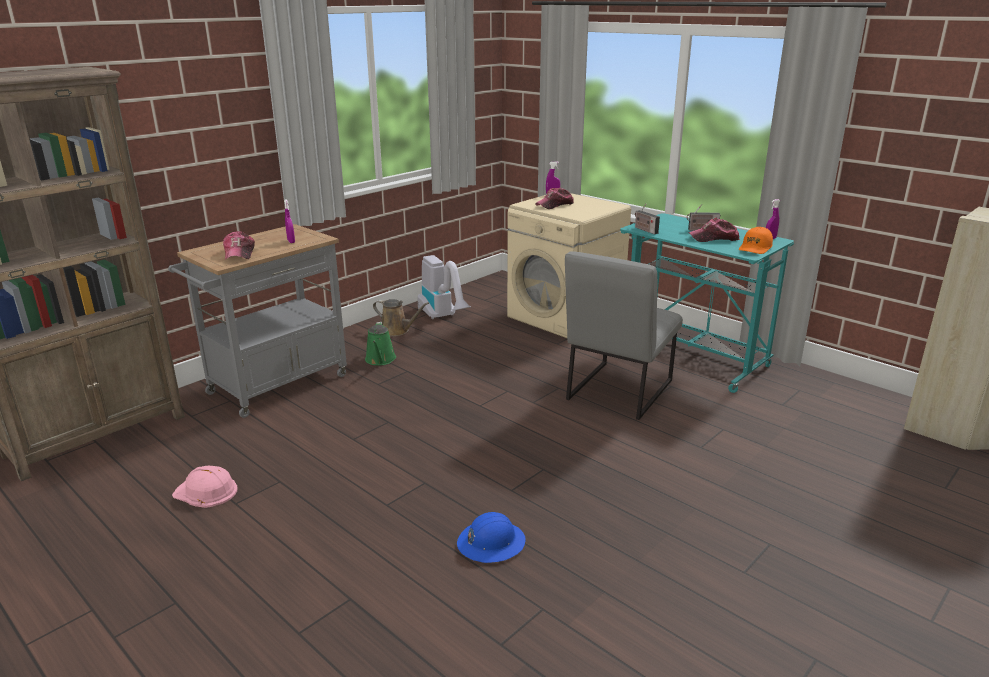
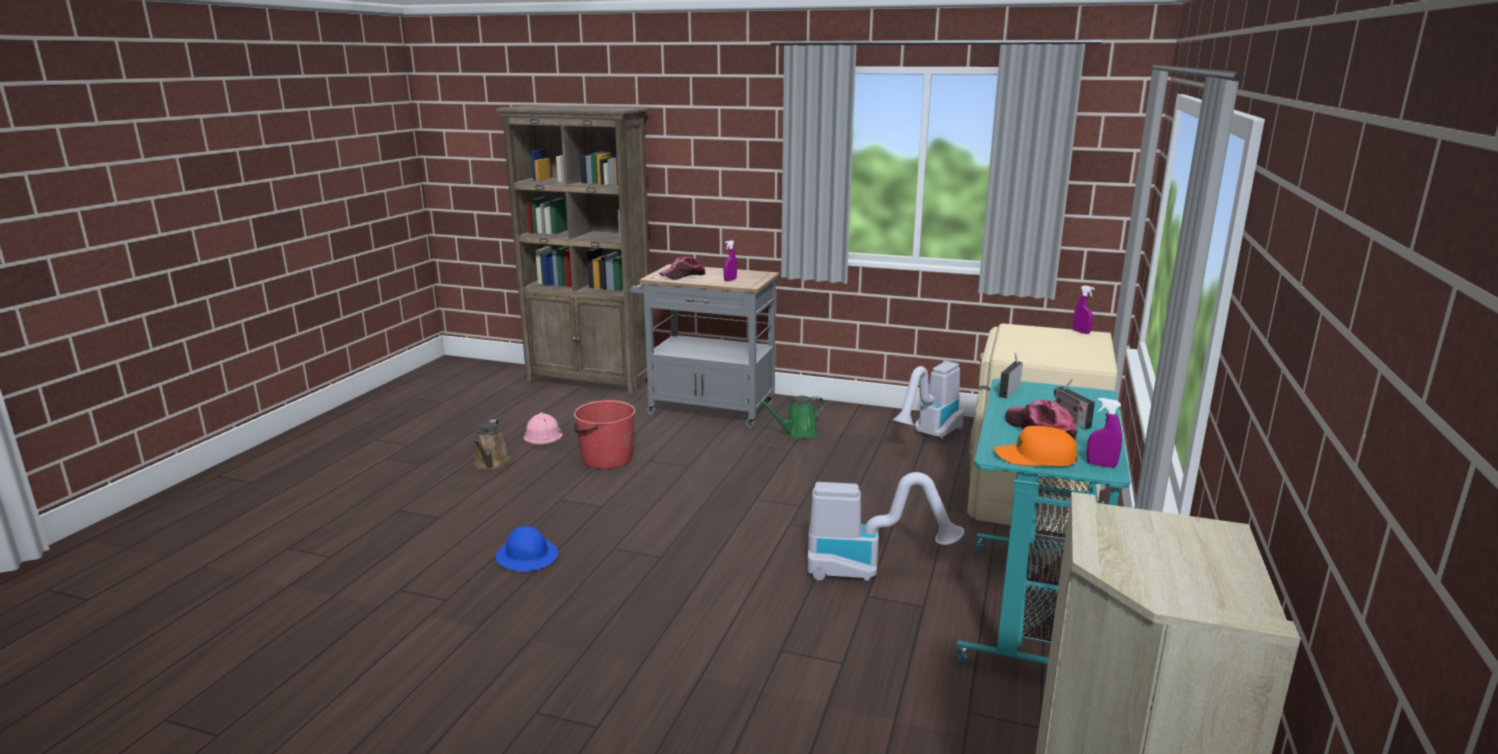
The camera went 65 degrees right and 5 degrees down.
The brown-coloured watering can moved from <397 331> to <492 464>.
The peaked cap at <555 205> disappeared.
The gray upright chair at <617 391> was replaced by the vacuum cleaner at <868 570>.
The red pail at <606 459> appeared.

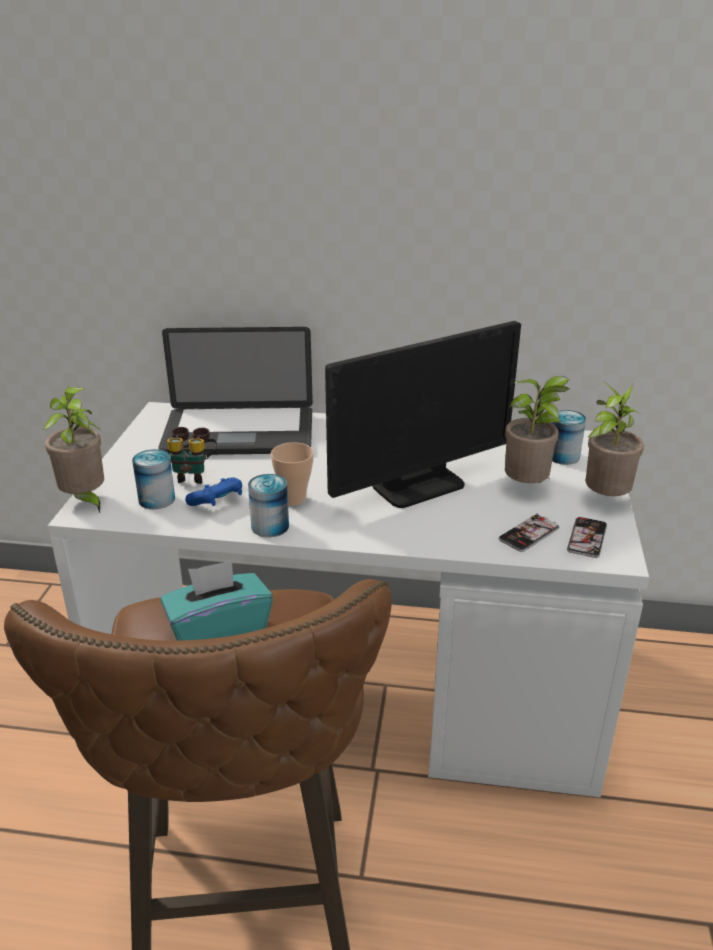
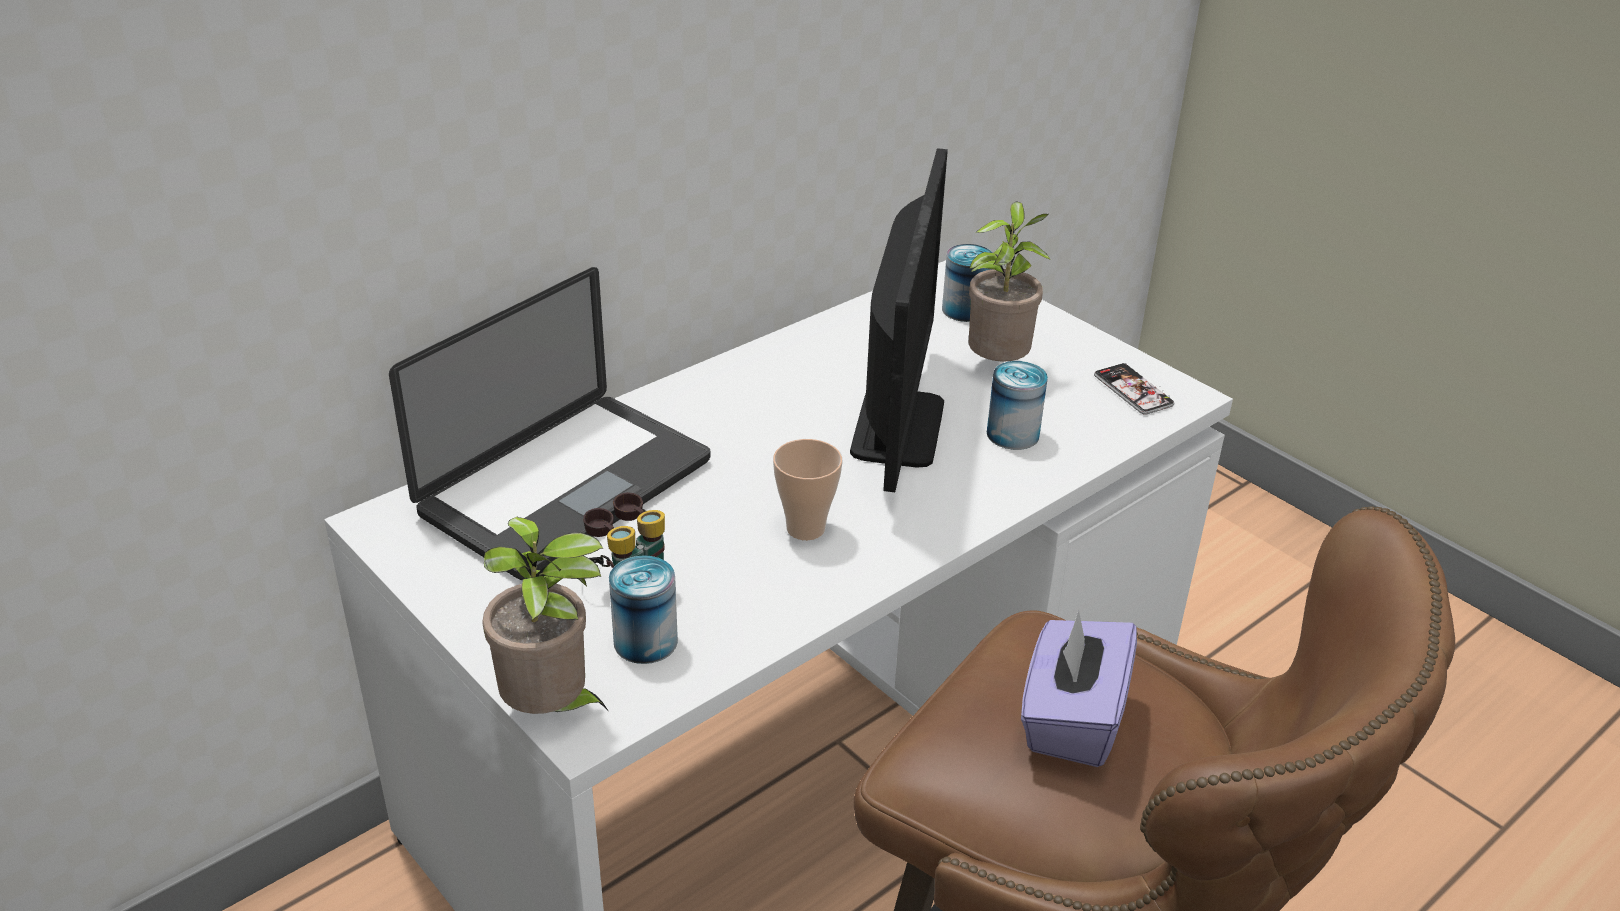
The camera went 50 degrees left and 5 degrees up.
The blue-green tissue holder at <219 632> became the purplish tissue holder at <1071 719>.
The bluish joypad at <217 502> disappeared.
The sealed can moved from <270 526> to <1012 434>.
The handset at <529 534> disappeared.
The potted plant at <604 499> disappeared.

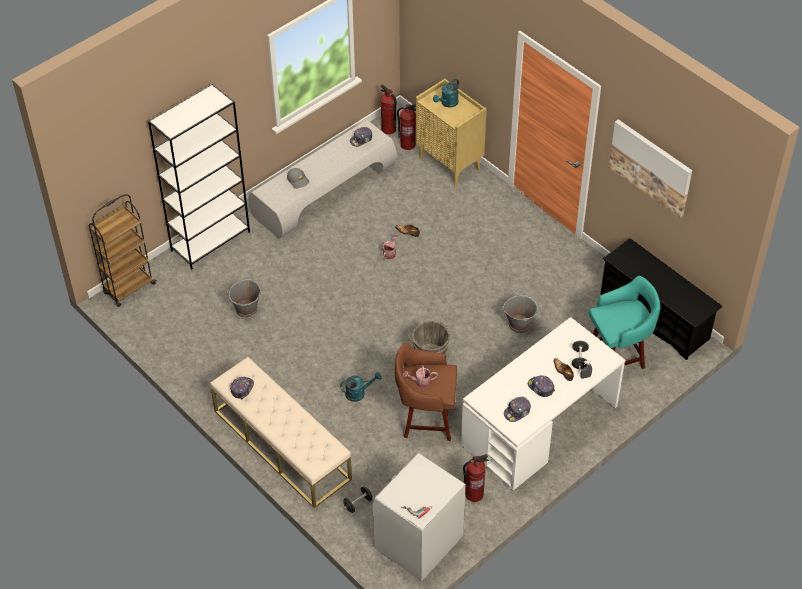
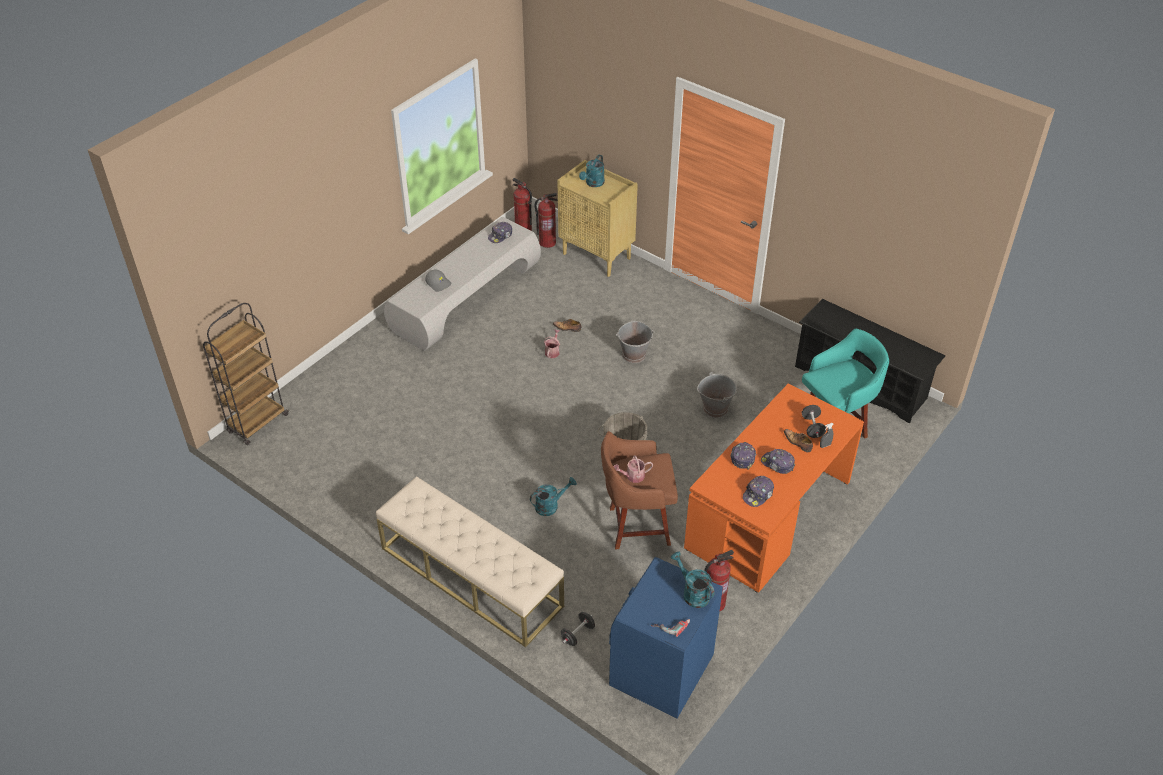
The camera went 10 degrees left and 5 degrees down.
The whitish bookshelf at <210 240> disappeared.
The gray pail moved from <247 309> to <634 355>.
The peaked cap moved from <242 388> to <743 457>.
The whitish laundry appliance at <417 540> became the bluish laundry appliance at <659 669>.
The whitish desk at <540 426> became the orangey desk at <769 515>.
The wall picture at <651 167> disappeared.
The blue-green watering can at <692 593> appeared.

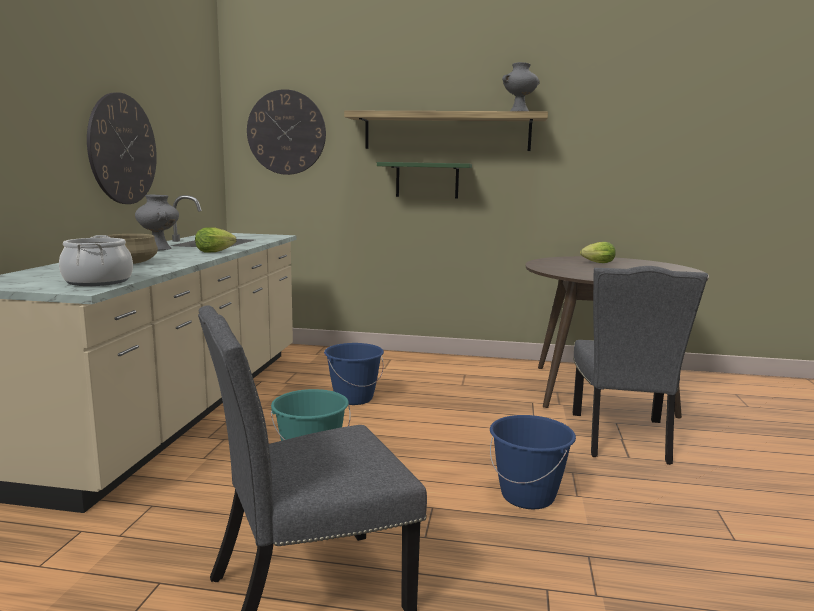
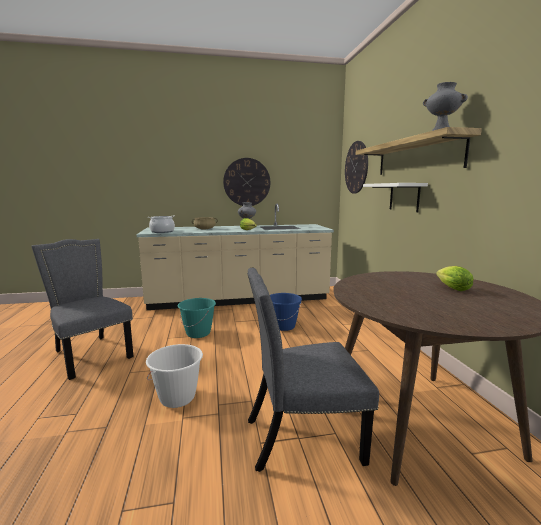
The camera went 70 degrees right and 0 degrees up.
The greenish bracket shelf at <427 180> became the whitish bracket shelf at <404 197>.
The bluish pail at <528 496> became the whitish pail at <177 398>.

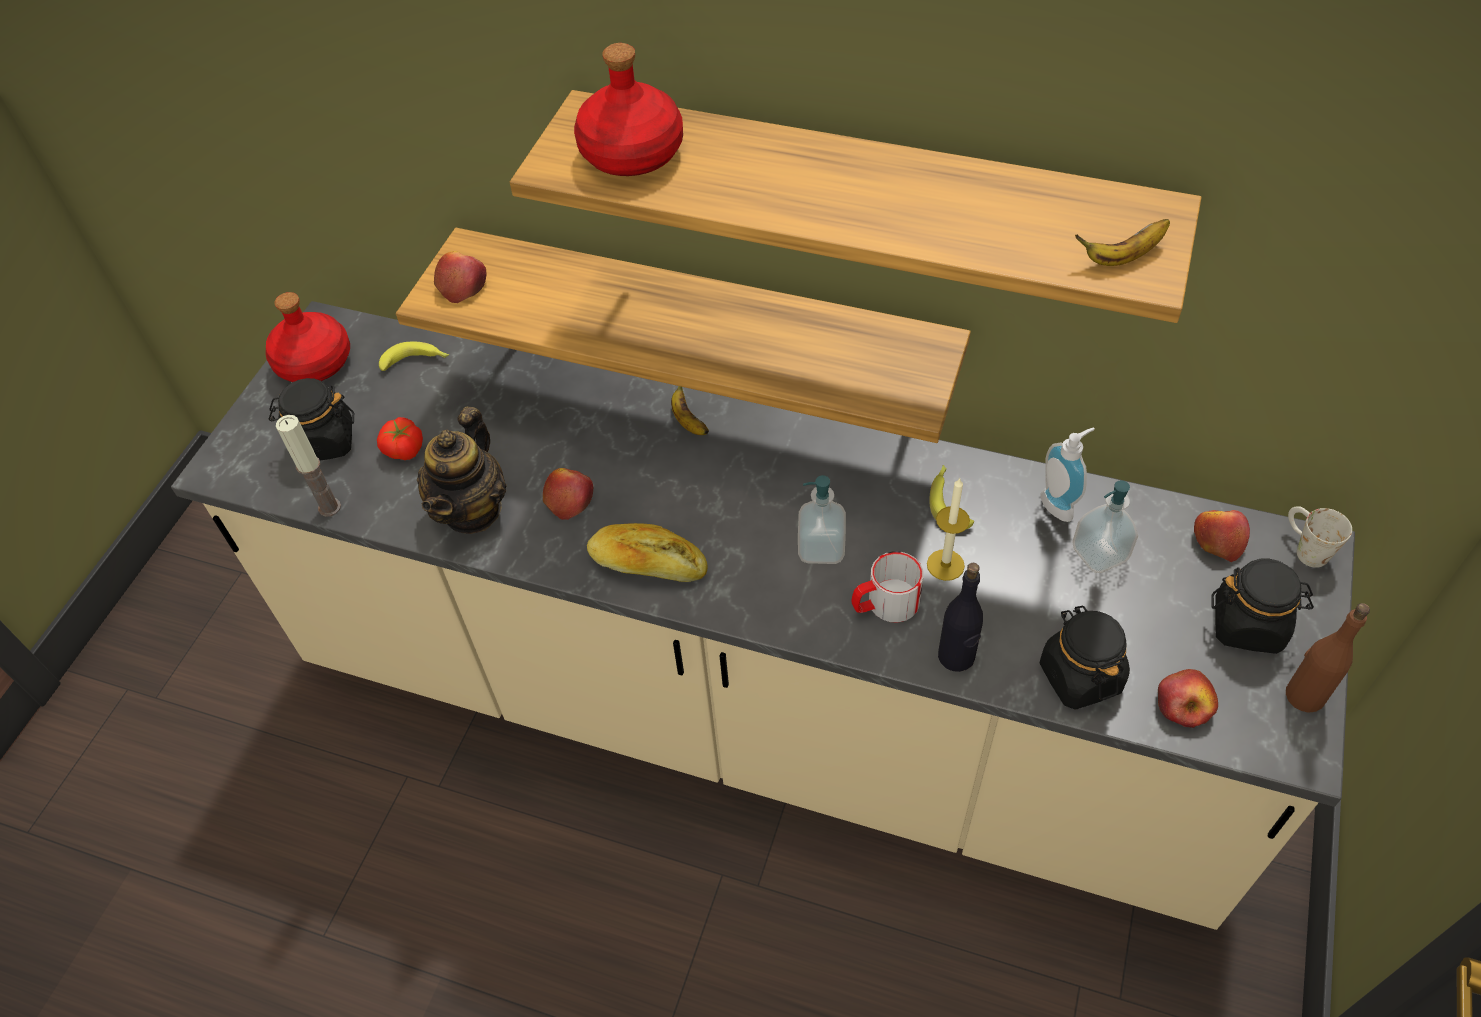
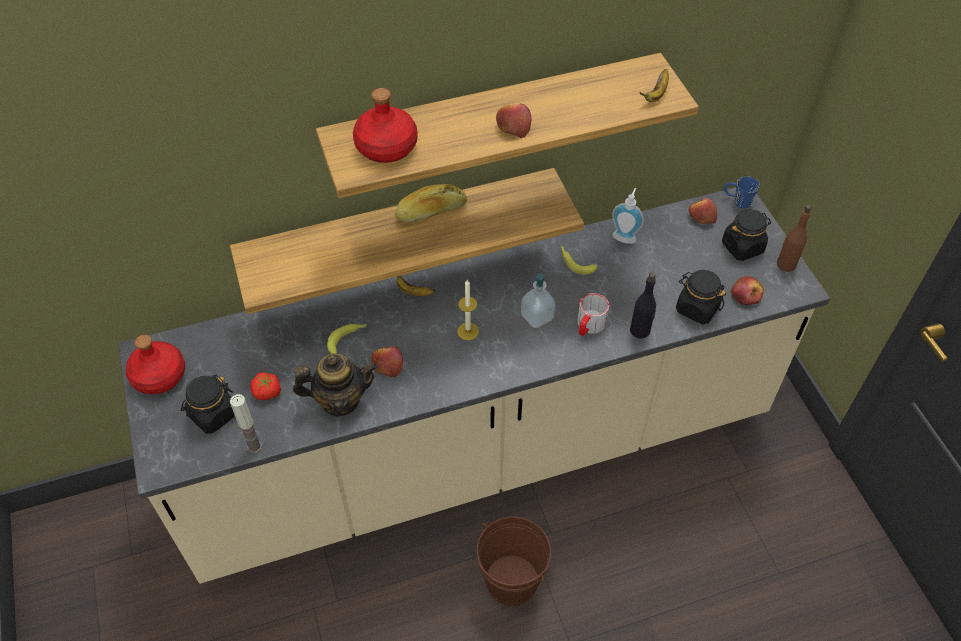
The camera went 40 degrees left and 0 degrees up.
The banana fruit moved from <416 362> to <347 339>.
The tea pot at <472 509> turned 75 degrees counterclockwise.
The apple fruit moved from <462 284> to <513 126>.
The bakery bread moved from <648 564> to <431 211>.
The candle moved from <945 565> to <468 331>.
The soap bottle at <1099 553> disappeared.
The whitish tea mug at <1304 548> became the bluish tea mug at <737 201>.
The brown-coloured pail at <511 580> appeared.

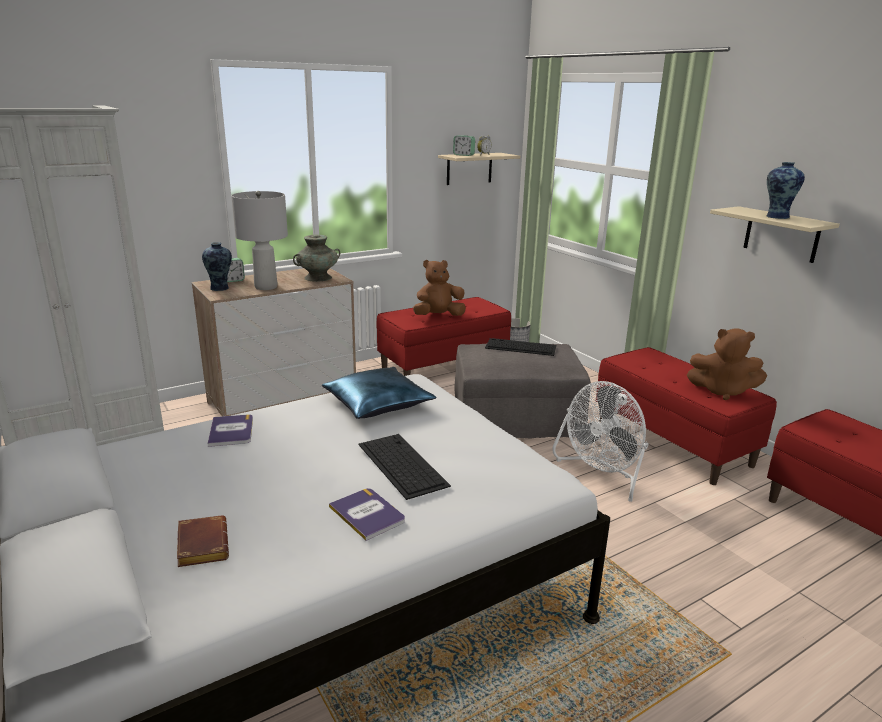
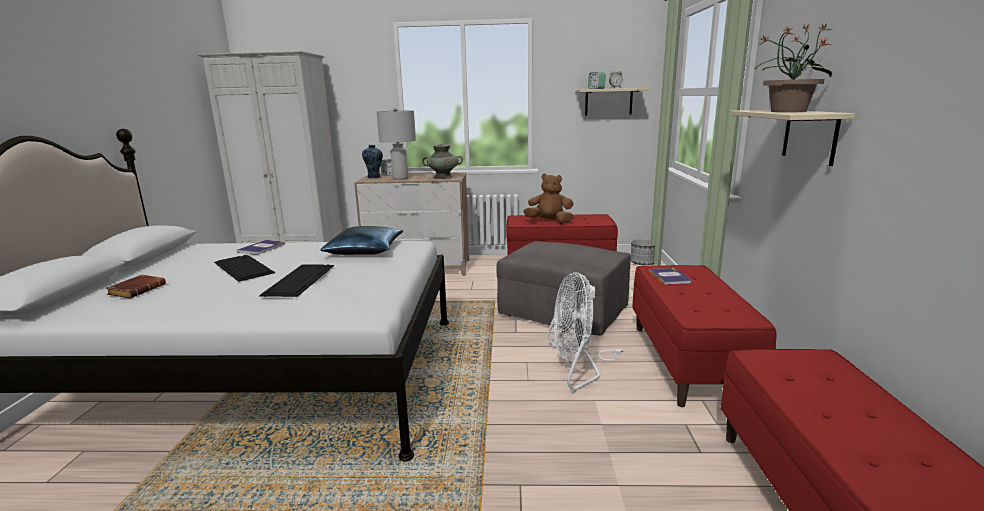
The camera went 35 degrees right and 5 degrees down.
The book moved from <367 514> to <669 277>.
The keyboard moved from <520 347> to <242 267>.
The brown-coloured plush toy at <722 391> disappeared.
The decorative vase at <777 217> was replaced by the potted plant at <787 111>.

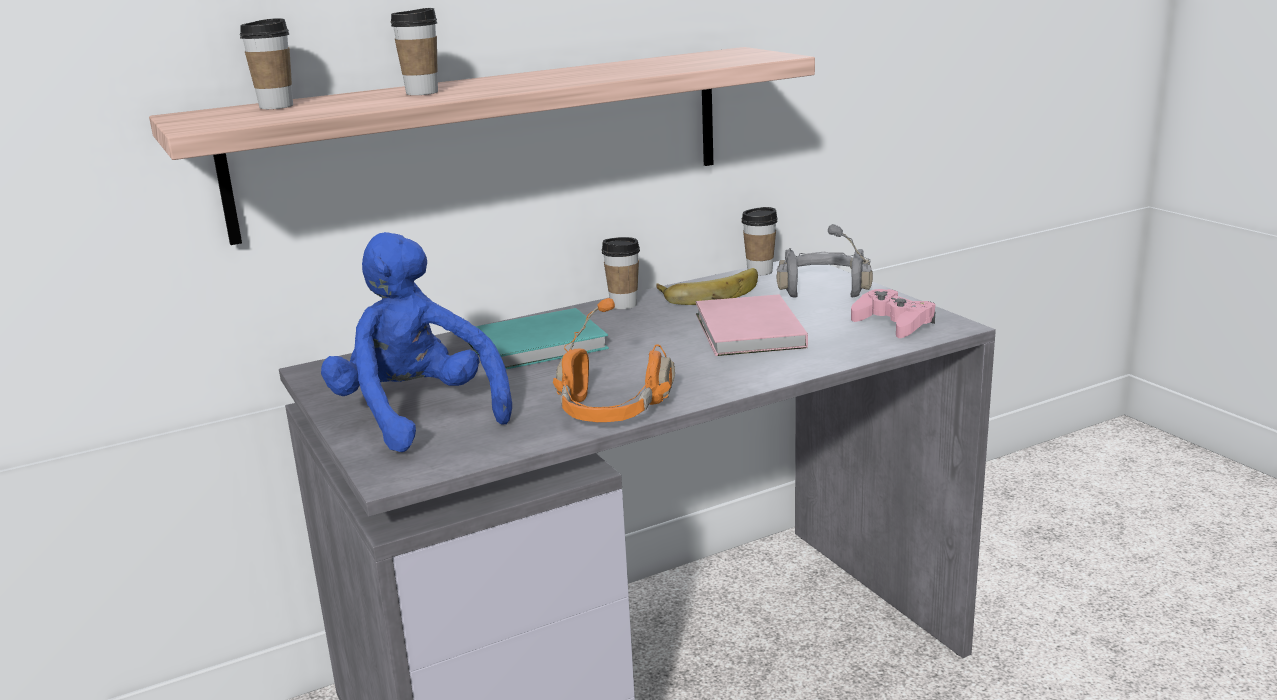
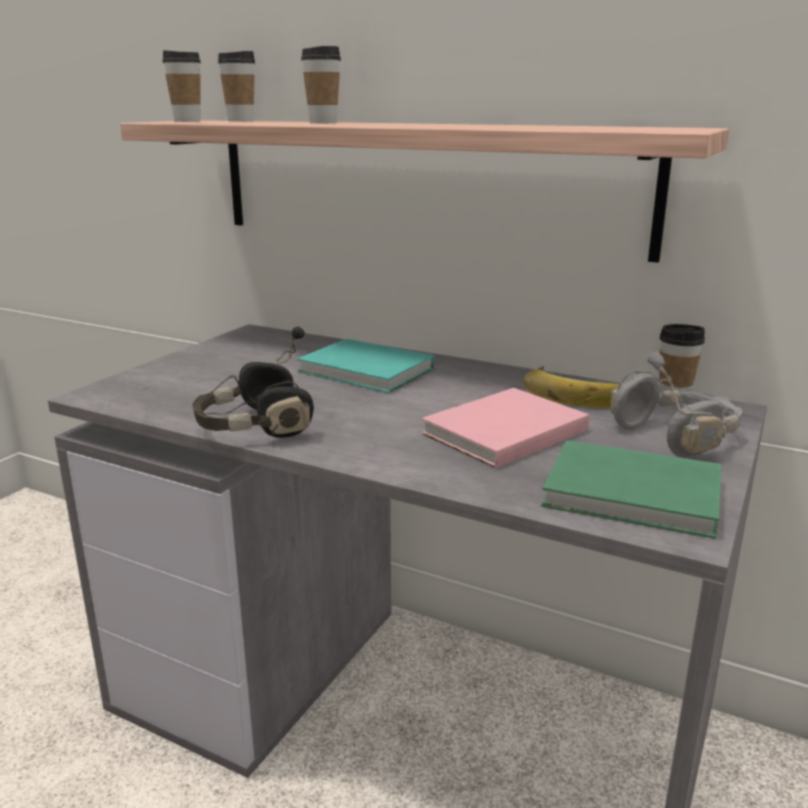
The camera went 55 degrees right and 0 degrees up.
The bluish plush toy at <417 414> disappeared.
The orangey pair of headphones at <611 411> became the black-coloured pair of headphones at <254 427>.
The cup moved from <623 305> to <187 121>.
The pink-coloured joypad at <893 323> was replaced by the greenish book at <637 496>.

